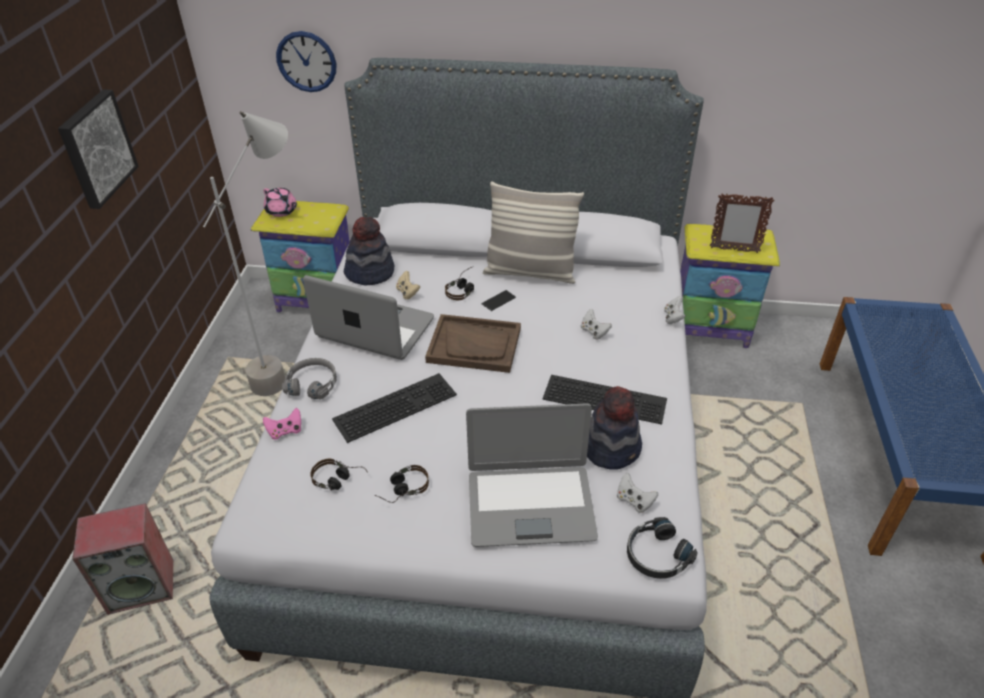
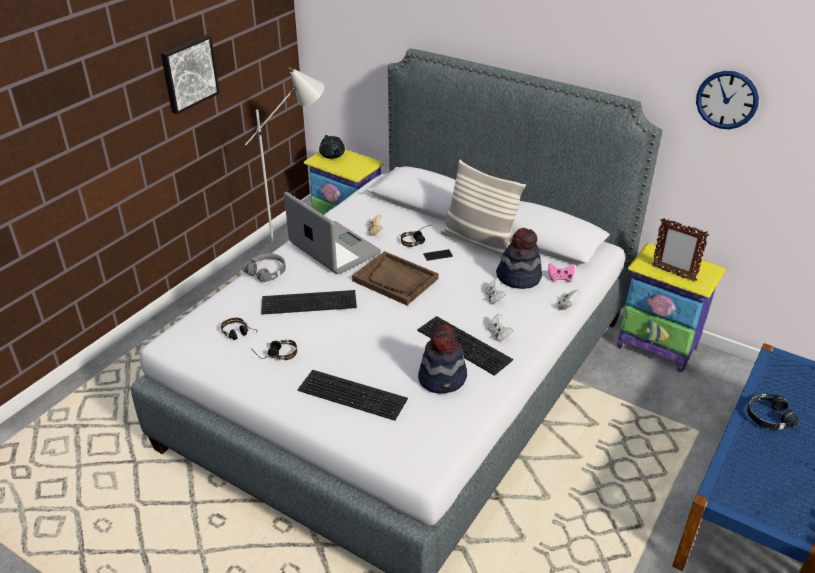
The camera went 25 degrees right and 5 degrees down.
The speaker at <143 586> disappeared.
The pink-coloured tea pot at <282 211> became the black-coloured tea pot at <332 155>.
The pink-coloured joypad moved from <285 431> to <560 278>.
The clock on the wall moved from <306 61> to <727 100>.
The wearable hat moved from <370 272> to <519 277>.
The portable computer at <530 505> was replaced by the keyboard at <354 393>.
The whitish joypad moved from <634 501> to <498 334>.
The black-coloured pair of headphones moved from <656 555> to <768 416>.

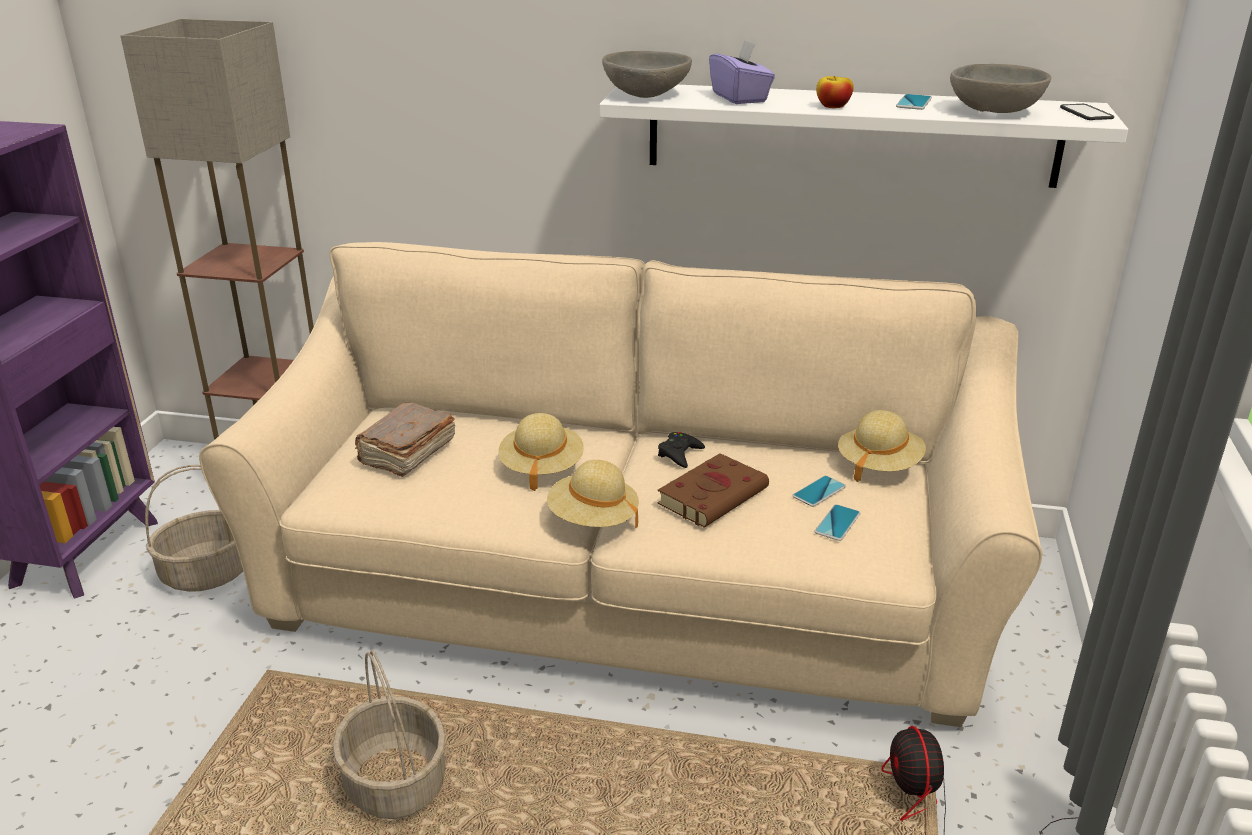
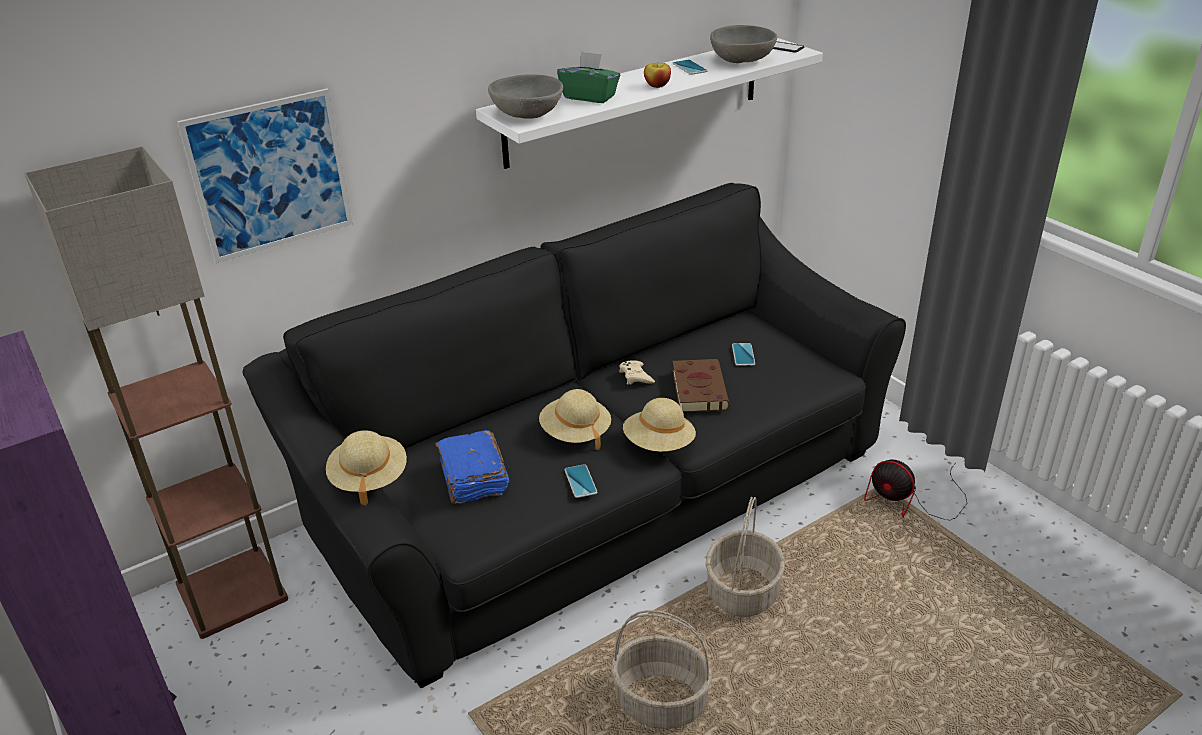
The camera went 45 degrees left and 5 degrees up.
The storage basket moved from <208 572> to <742 591>.
The sand-coloured settee at <626 584> became the black-coloured settee at <603 495>.
The brown-coloured book at <406 453> became the bluish book at <473 479>.
The black-coloured joypad at <679 454> became the sand-coloured joypad at <635 376>.
The purplish tissue holder at <740 98> became the greenish tissue holder at <589 97>.
The handset moved from <837 523> to <580 481>.
The sand-coloured wearable hat moved from <878 464> to <369 478>.
The wall picture at <270 175> appeared.

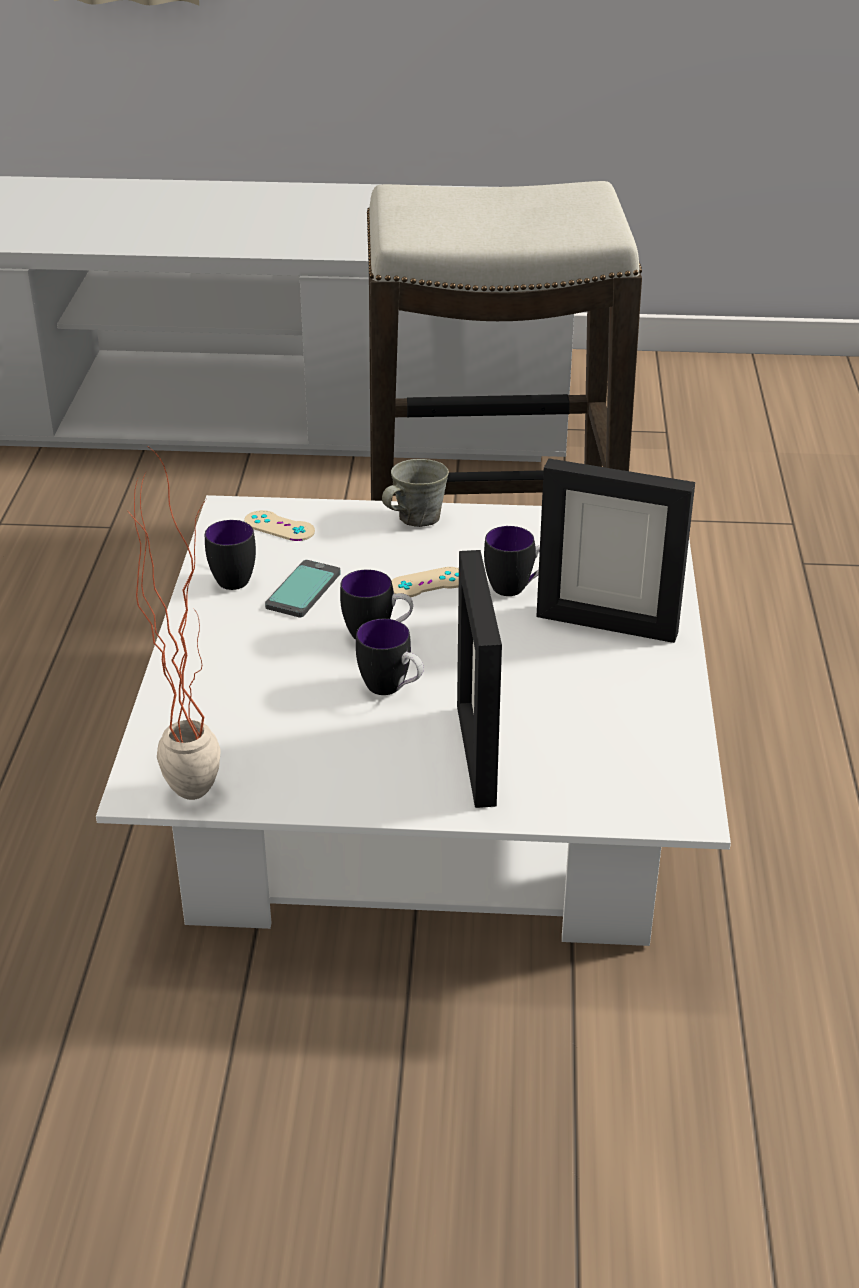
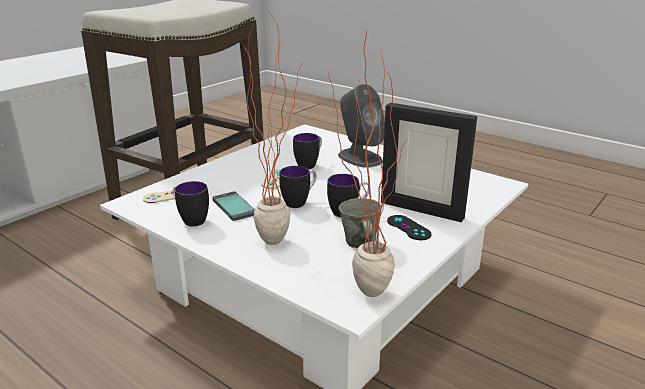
The camera went 55 degrees left and 10 degrees down.
The gray tea mug moved from <416 519> to <360 243>.
The picture frame at <607 623> was replaced by the gray speaker at <359 157>.
The potted plant at <281 237> appeared.
The black-coloured joypad at <408 228> appeared.

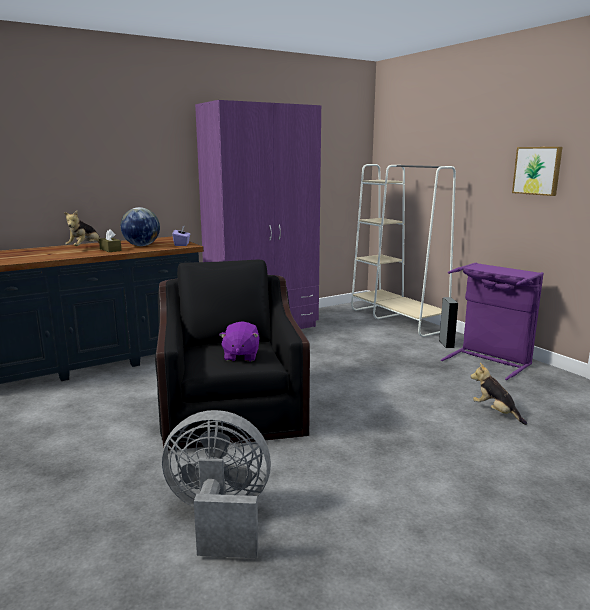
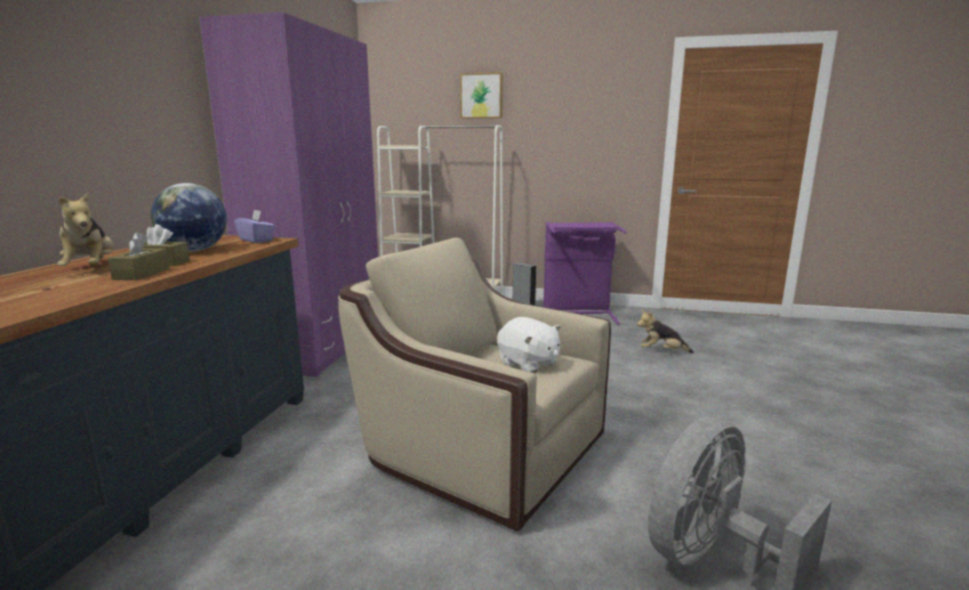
The camera went 45 degrees left and 0 degrees up.
The black-coloured easy chair at <231 408> became the sand-coloured easy chair at <477 445>.
The purplish plush toy at <240 356> became the whitish plush toy at <528 363>.
The wall picture moved from <537 170> to <481 96>.
The brown-coloured tissue holder at <141 274> appeared.

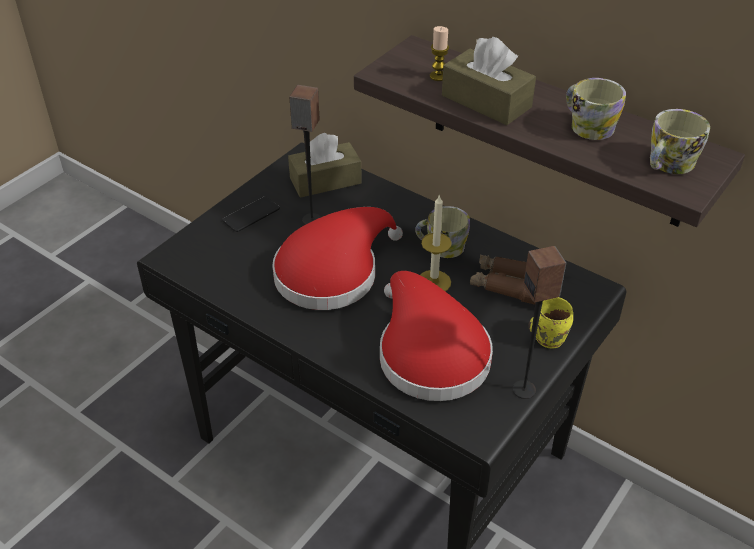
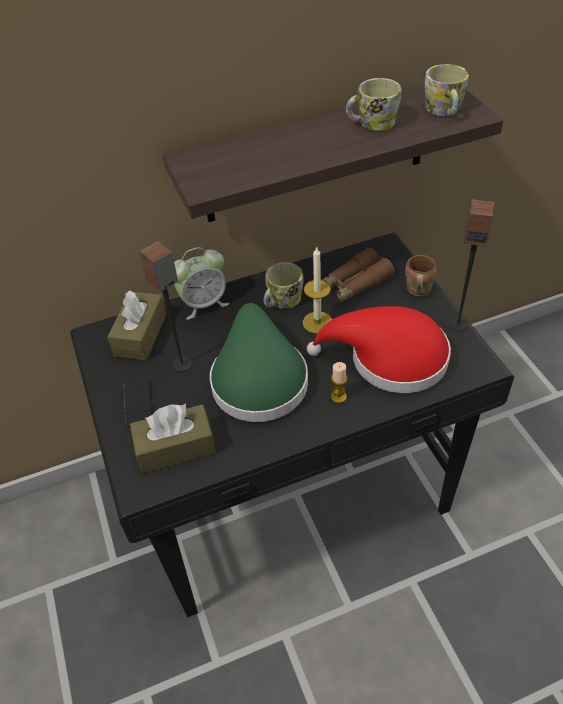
The camera went 55 degrees left and 5 degrees up.
The red wearable hat at <332 272> became the greenish wearable hat at <258 377>.
The candle moved from <438 76> to <338 397>.
The brown-coloured tissue holder moved from <486 101> to <175 447>.
The yellow-coloured tea mug at <546 337> became the brown-coloured tea mug at <416 290>.
The bedside clock at <203 304> appeared.

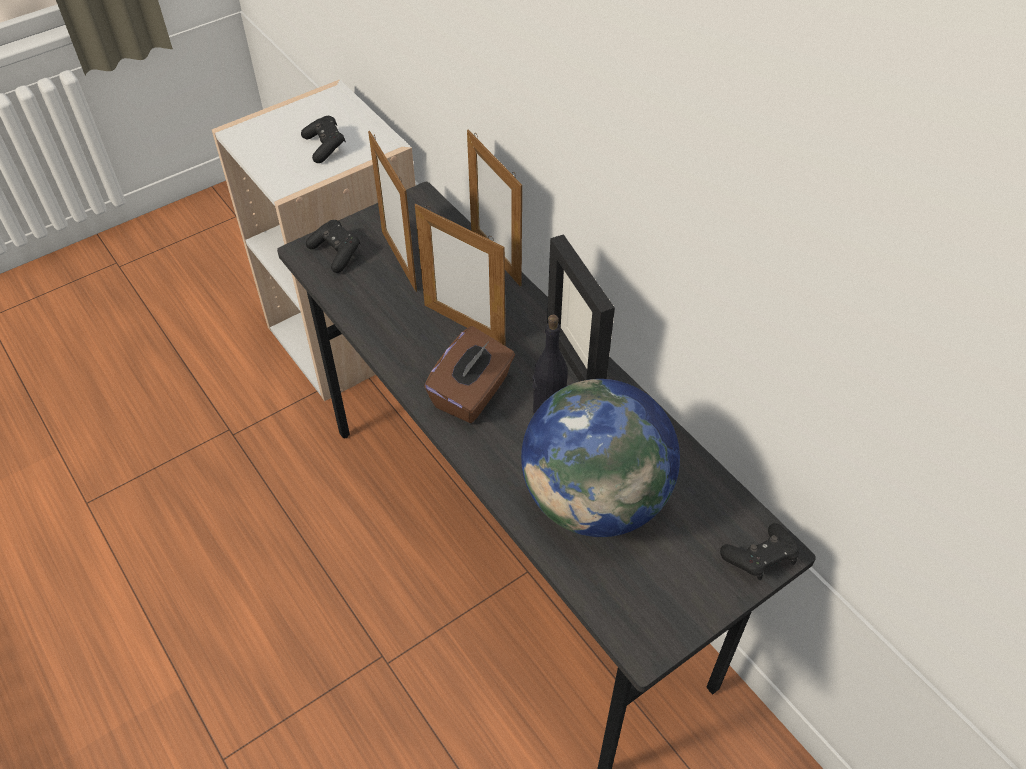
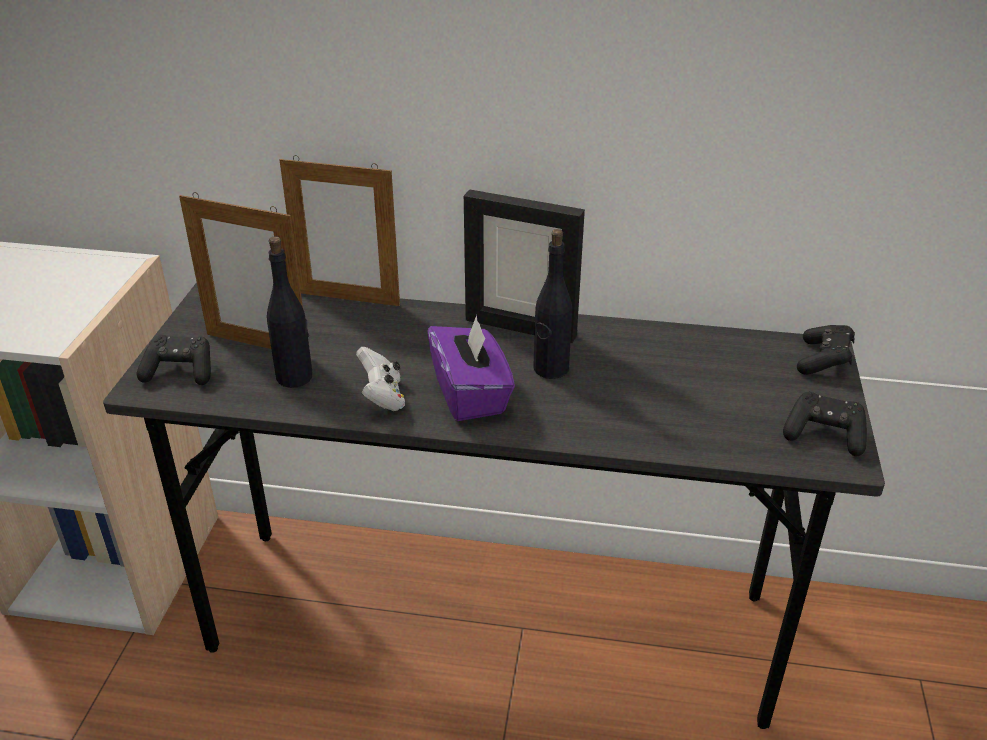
The camera went 45 degrees left and 15 degrees down.
The black-coloured joypad moved from <325 147> to <824 435>.
The picture frame at <464 325> disappeared.
The brown-coloured tissue holder at <472 393> became the purplish tissue holder at <471 394>.
The desk globe at <595 499> disappeared.
The black-coloured beverage bottle at <295 377> appeared.
The whitish joypad at <382 397> appeared.

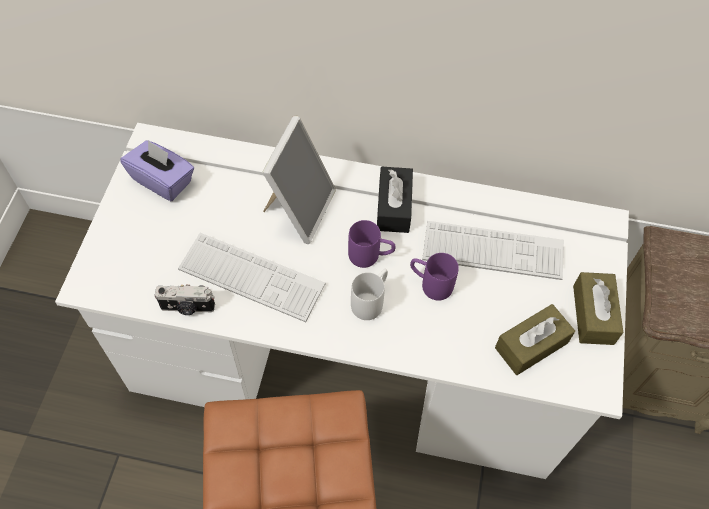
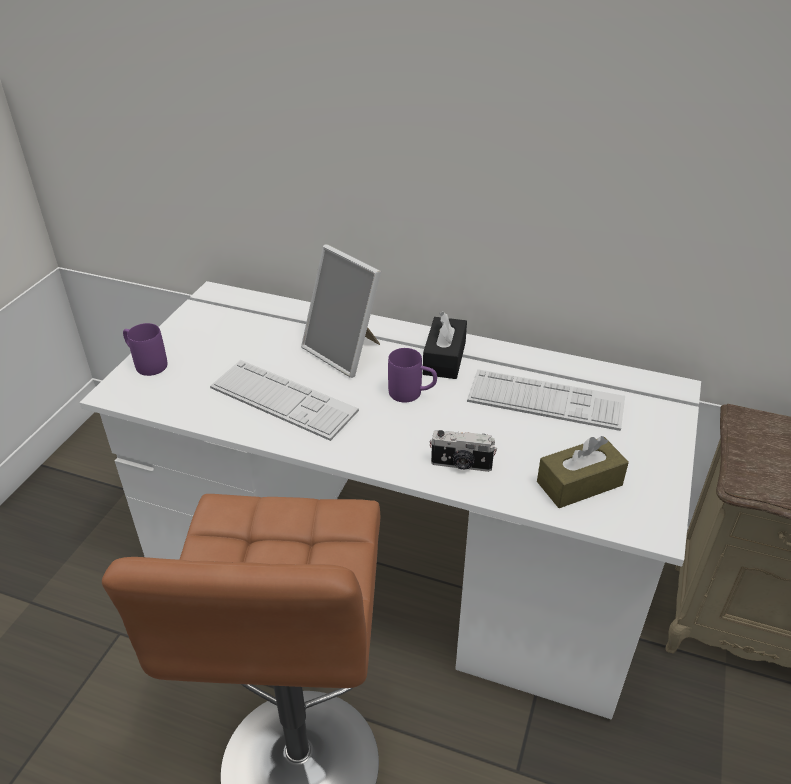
The camera went 10 degrees right and 20 degrees down.
The purplish tissue holder at <163 180> disappeared.
The still camera moved from <187 308> to <461 465>.
The picture frame at <299 208> turned 105 degrees clockwise.
The whitish tea mug at <371 301> disappeared.
The purplish tea mug moved from <430 284> to <146 364>.
The brown-coloured tissue holder at <593 314> disappeared.

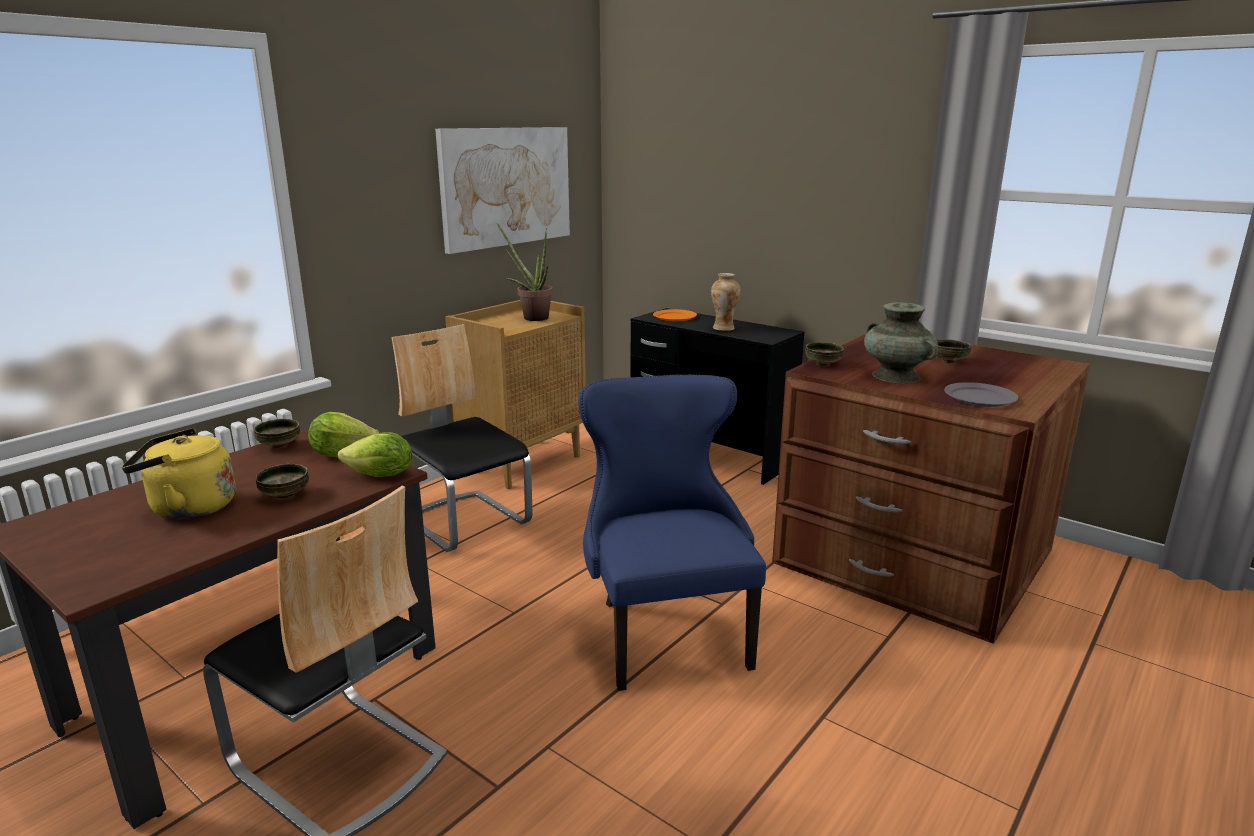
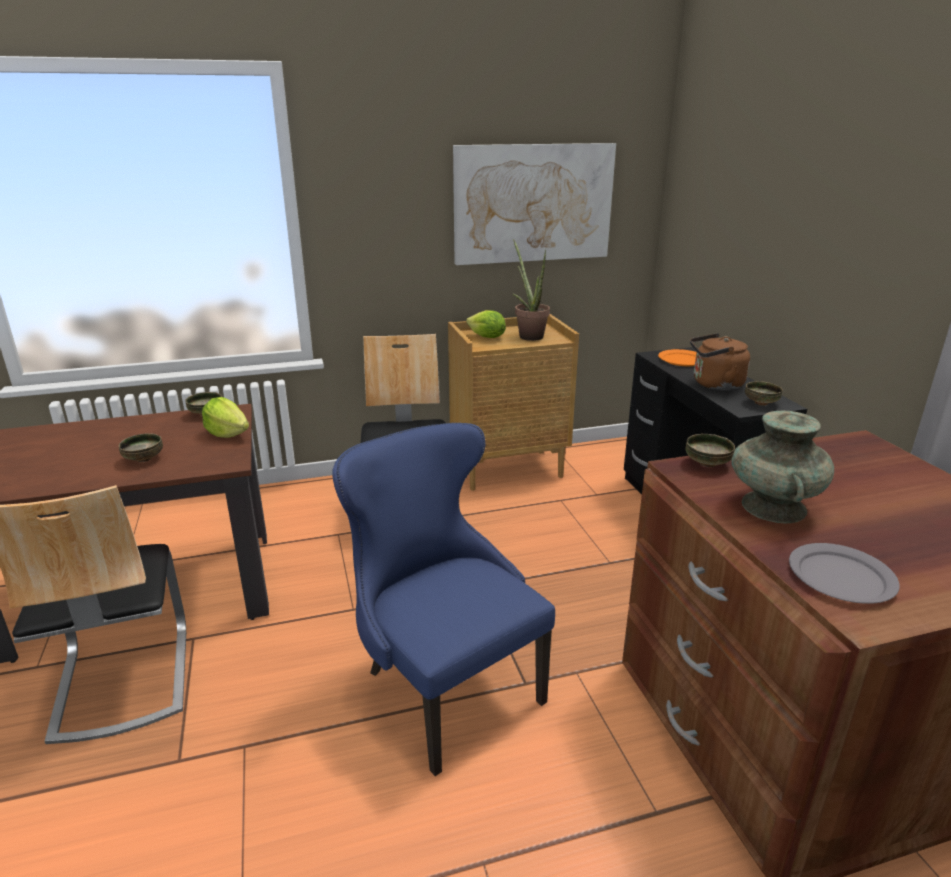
The camera went 35 degrees right and 5 degrees up.
The yellow-coloured tea kettle at <188 508> disappeared.
The head of lettuce moved from <381 476> to <487 337>.
The bluish upright chair at <665 631> turned 60 degrees counterclockwise.
The decorative vase at <724 328> was replaced by the brown-coloured tea kettle at <714 384>.
The bowl moved from <948 361> to <760 403>.

